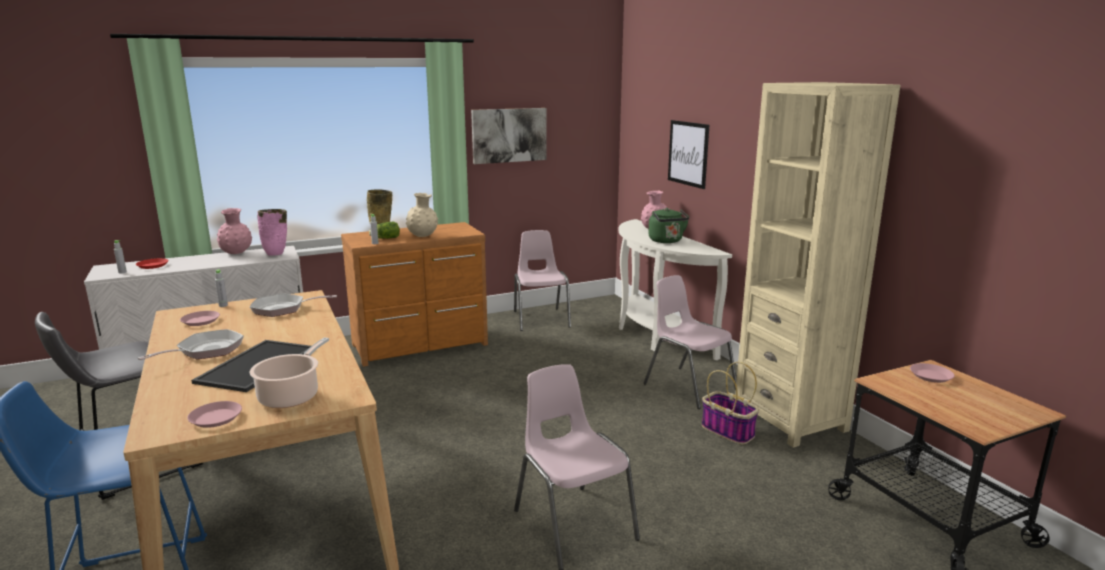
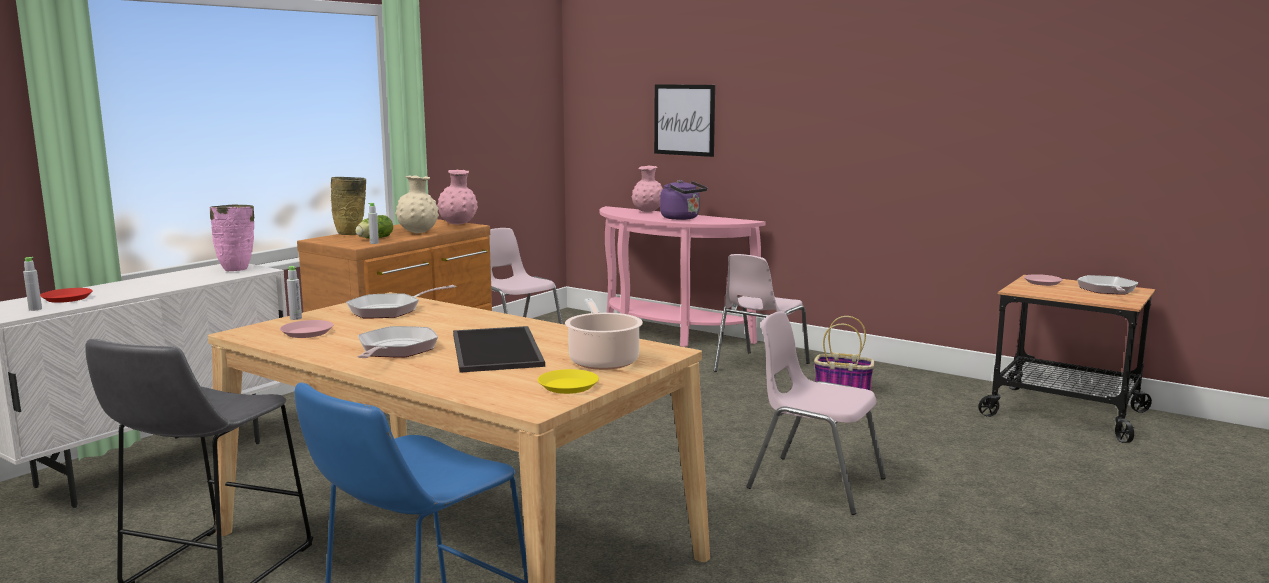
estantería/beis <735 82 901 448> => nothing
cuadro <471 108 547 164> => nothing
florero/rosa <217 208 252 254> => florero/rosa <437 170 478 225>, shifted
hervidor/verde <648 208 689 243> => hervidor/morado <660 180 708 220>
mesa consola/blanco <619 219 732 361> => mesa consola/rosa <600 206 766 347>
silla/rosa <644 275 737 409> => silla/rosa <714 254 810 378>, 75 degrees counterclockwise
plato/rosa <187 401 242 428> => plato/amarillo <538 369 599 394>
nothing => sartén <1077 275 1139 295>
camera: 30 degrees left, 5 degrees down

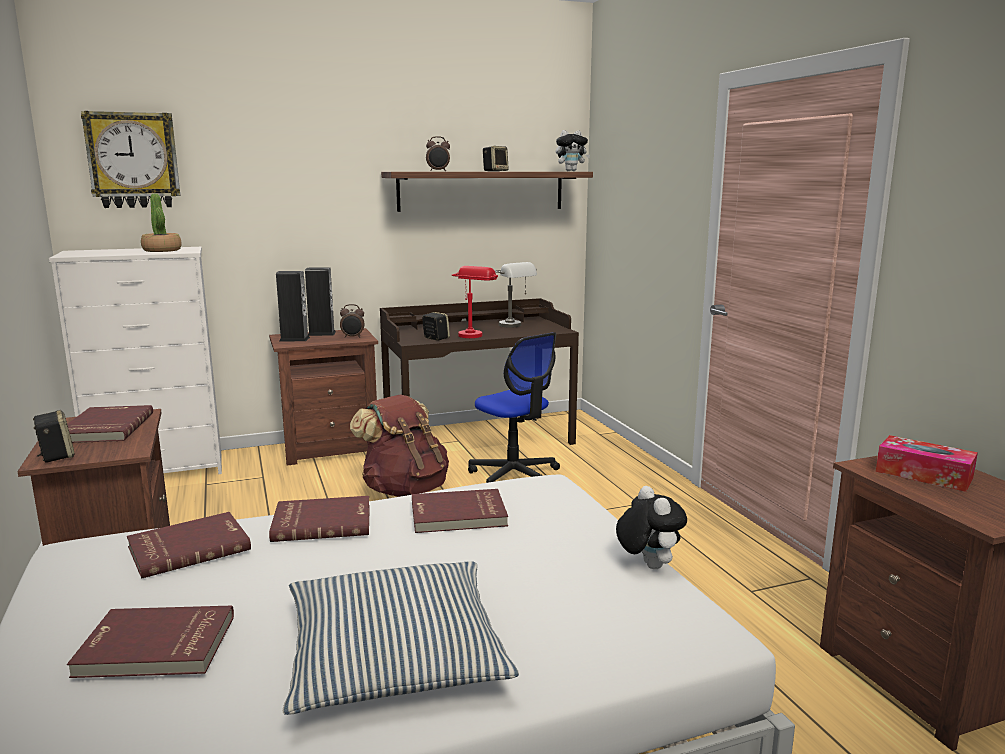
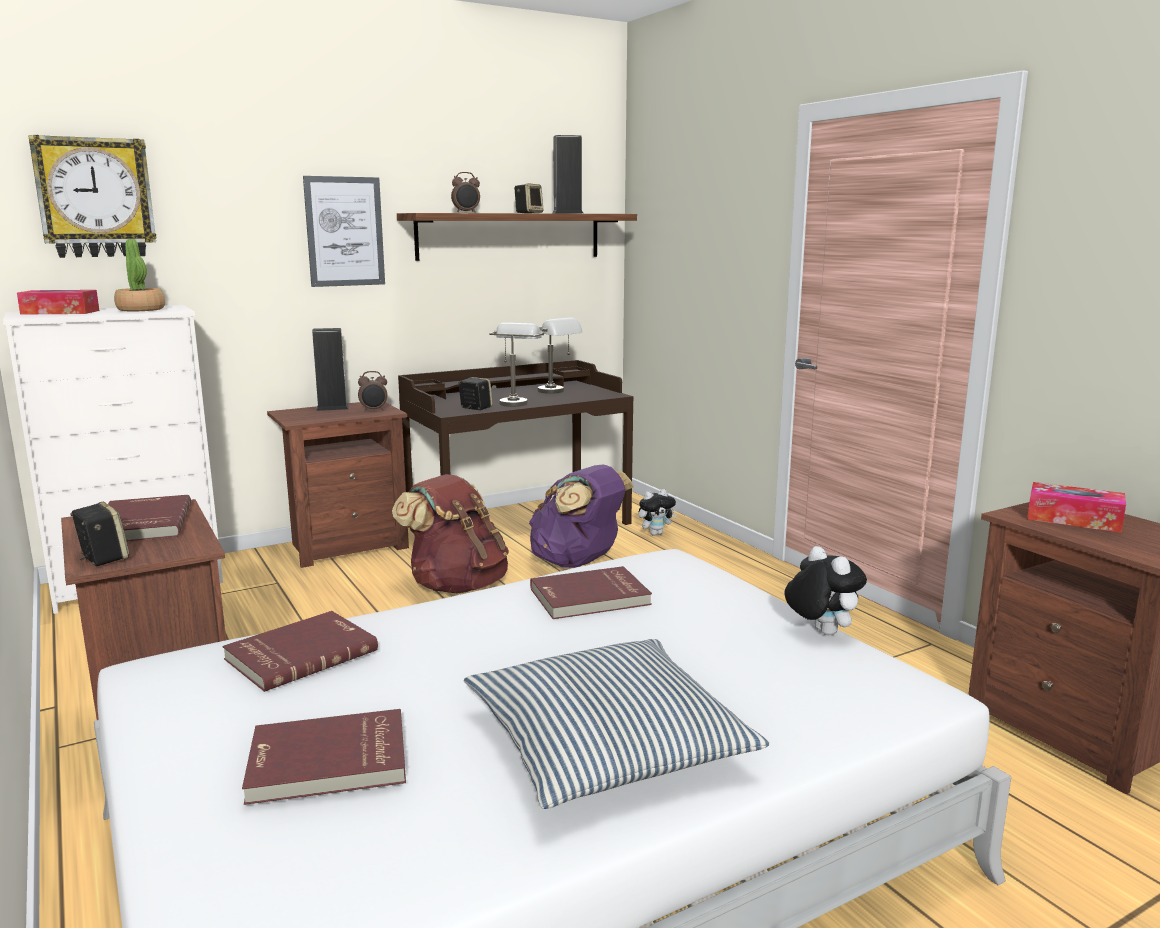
peluche <556 130 590 171> => peluche <639 489 677 536>, shifted
lámpara de mesa/rojo <451 266 498 338> => lámpara de mesa/gris <489 323 544 407>
altavoz <276 271 310 341> => altavoz <553 135 583 213>, shifted
silla de oficina <468 332 560 483> => mochila/morado <529 465 634 568>
libro/rojo <269 496 370 542> => nothing
nothing => cuadro <303 176 385 287>
nothing => caja de pañuelos <17 290 99 315>
camera: 10 degrees left, 0 degrees up

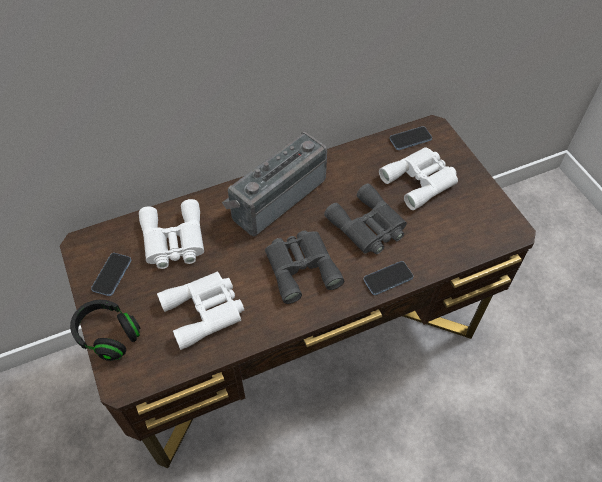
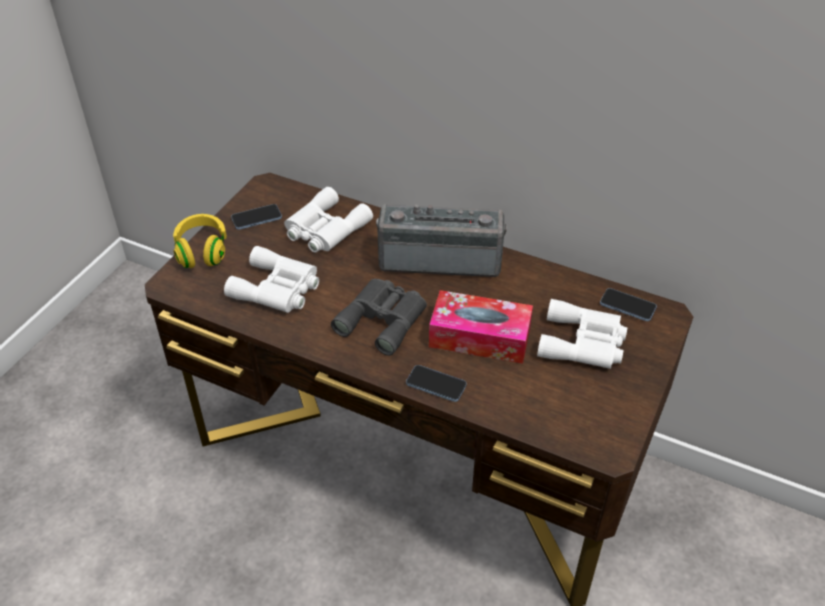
prismáticos/gris <324 183 407 255> => caja de pañuelos <429 290 533 364>
auriculares/negro <70 300 141 361> => auriculares/amarillo <173 214 227 268>
camera: 50 degrees right, 10 degrees down

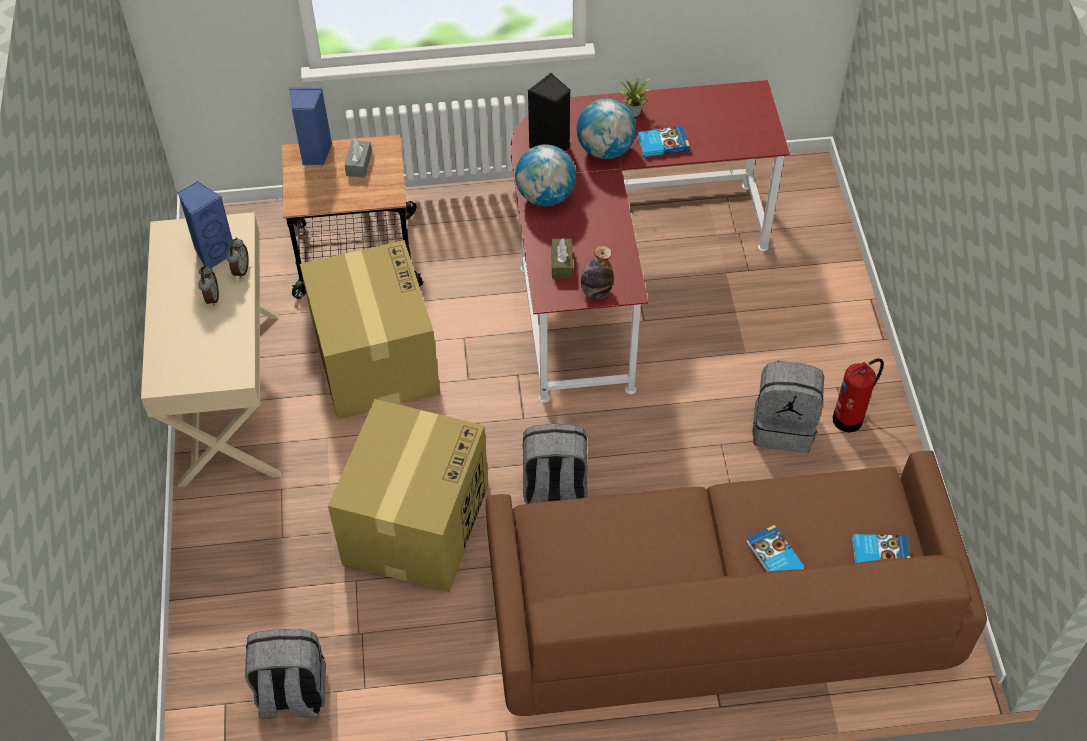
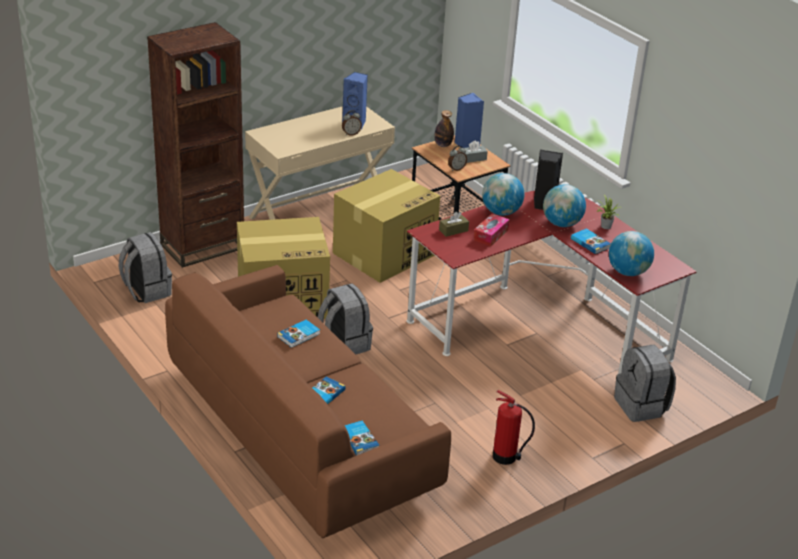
botella <581 245 614 299> => botella <434 110 454 147>, shifted
despertador <198 265 219 306> => despertador <448 145 467 171>, shifted
mochila/gris <752 360 824 453> => mochila/gris <614 345 676 422>, shifted
nothing => estantería/marrón <147 22 244 268>
nothing => caja de pañuelos <473 213 510 247>
nothing => globo terráqueo <609 231 654 276>
nothing => libro <277 320 320 348>
camera: 60 degrees right, 20 degrees down

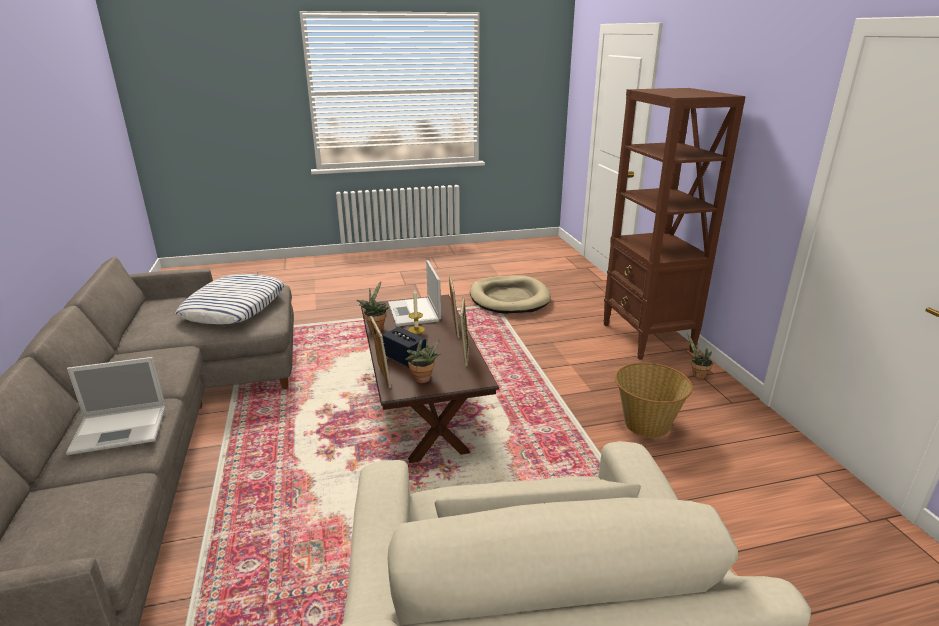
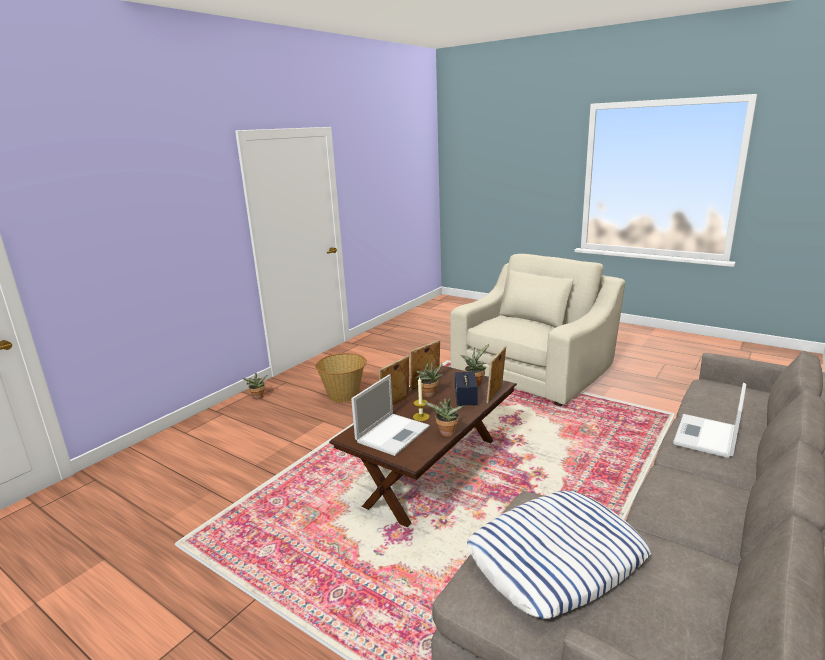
estantería/marrón <603 88 746 360> => nothing
cama para perro/beis <470 275 551 314> => nothing
portátil <66 357 165 455> => portátil <673 383 747 458>, 90 degrees counterclockwise
nothing => planta en maceta <415 363 443 398>
camera: 130 degrees left, 5 degrees down

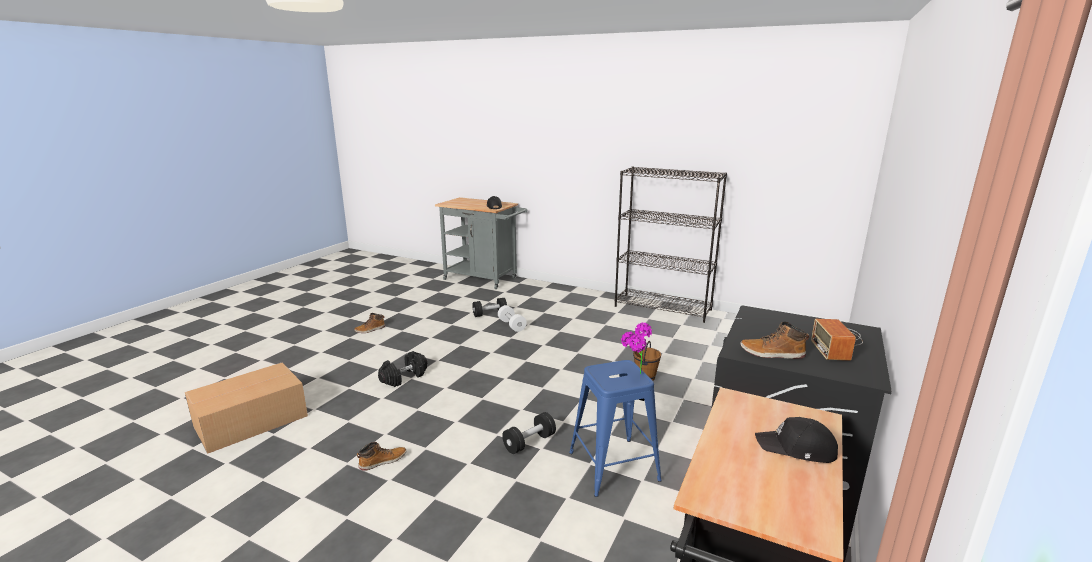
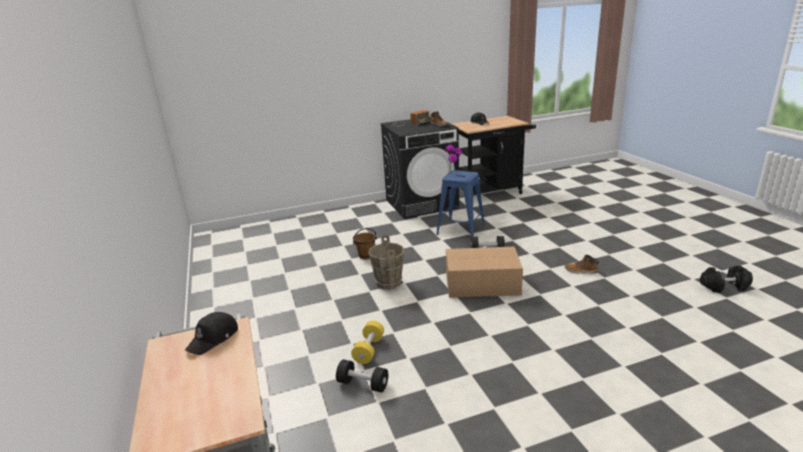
estantería/negro <615 166 727 323> => nothing
mancuerna/blanco <498 305 527 332> => mancuerna/amarillo <351 320 384 364>
bota <354 313 385 333> => nothing
mancuerna/negro <378 351 427 387> => mancuerna/negro <700 266 753 293>, shifted
caja de cartón <185 362 308 454> => caja de cartón <446 247 523 298>, shifted
nothing => cubo/marrón <369 235 405 290>
camera: 135 degrees left, 5 degrees up

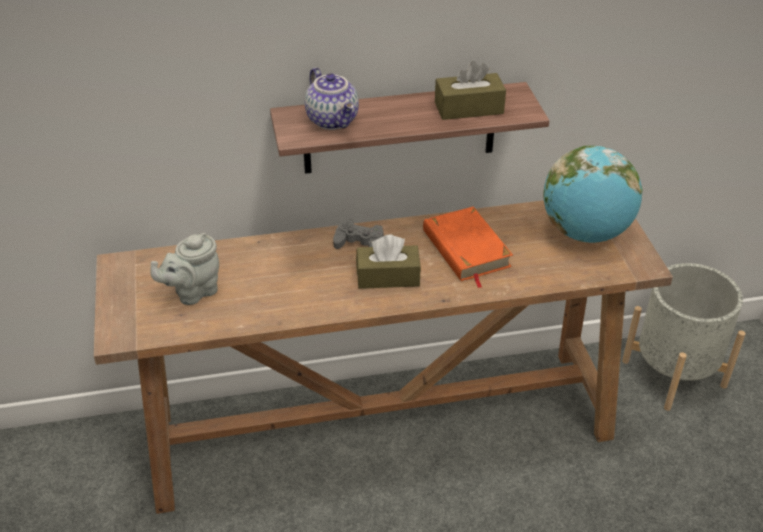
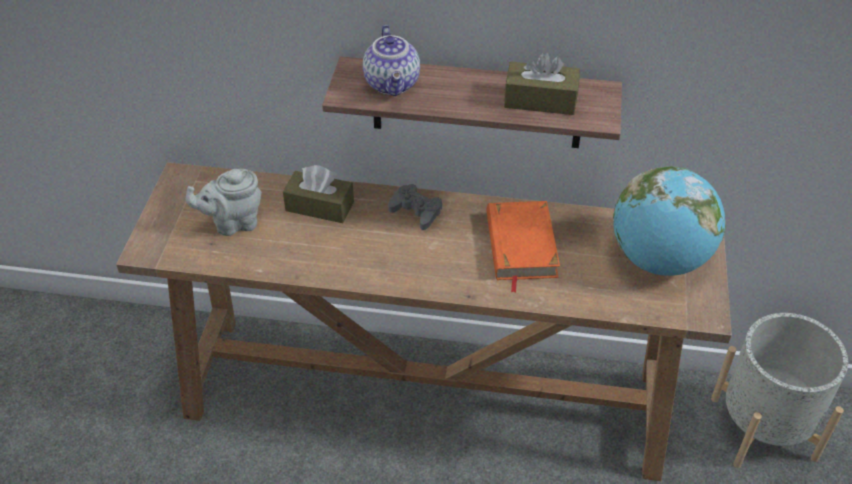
caja de pañuelos/marrón <356 234 421 289> => caja de pañuelos/marrón <283 165 354 223>, shifted
camera: 20 degrees right, 5 degrees up

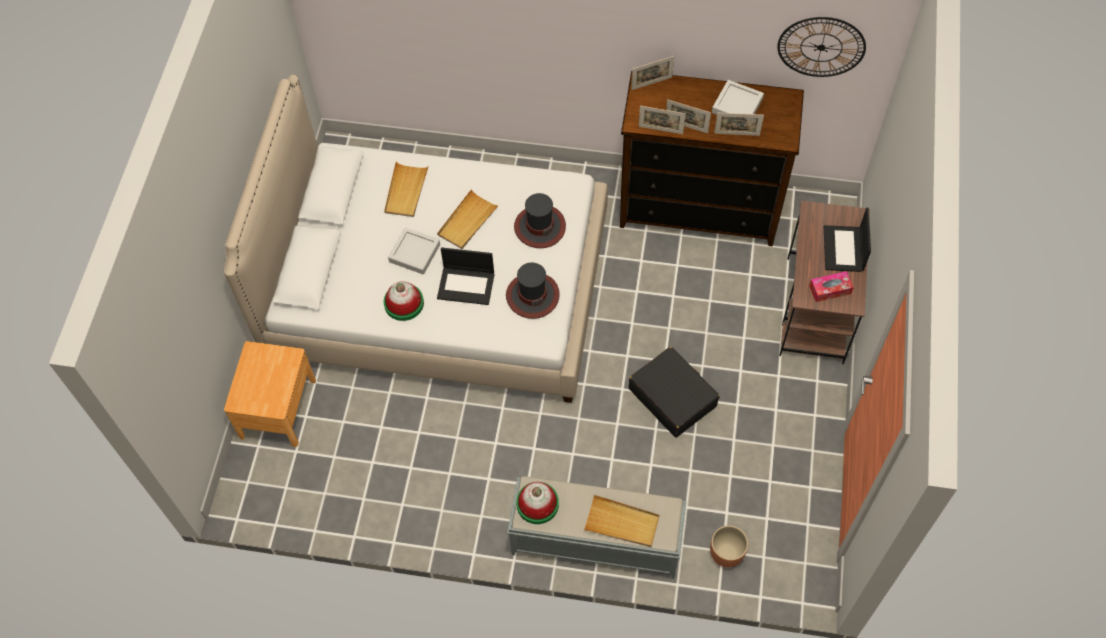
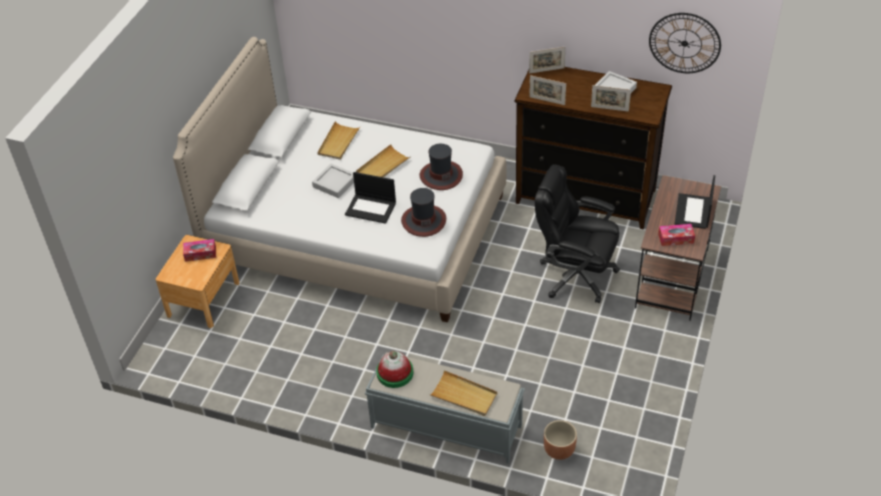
portarretratos <666 99 711 133> => nothing
sombrero <384 281 424 321> => nothing
maleta/negro <629 347 720 437> => nothing
nothing => silla de oficina/negro <535 165 620 303>
nothing => caja de pañuelos <183 239 216 262>
camera: 10 degrees right, 15 degrees down

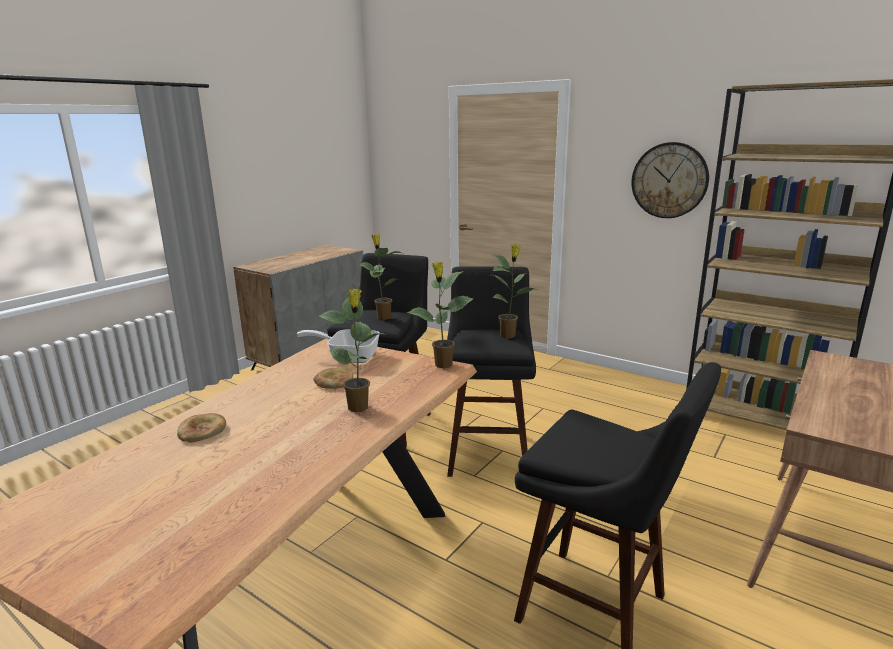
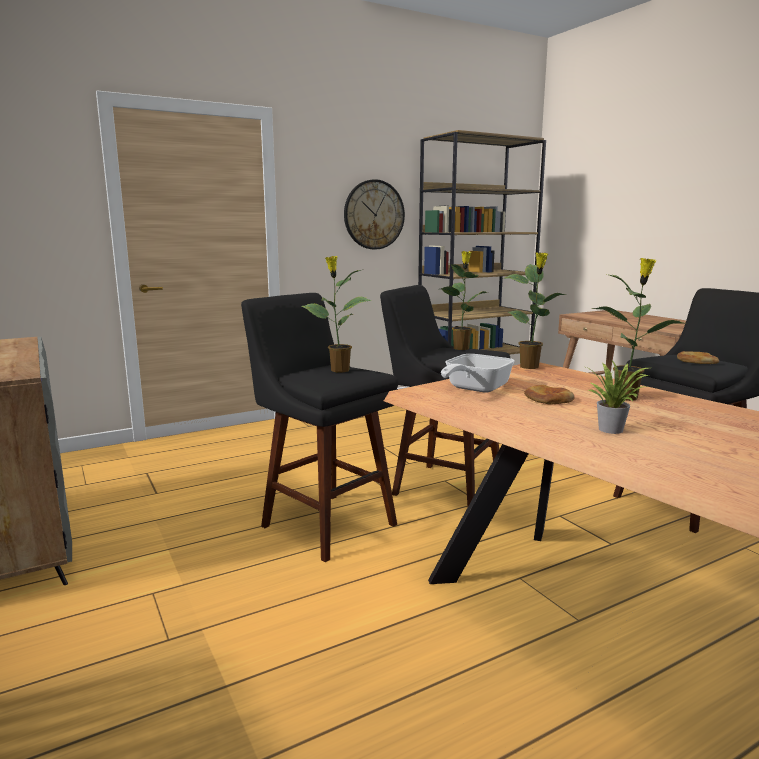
pan <177 413 226 443> => pan <677 351 719 364>, shifted
nothing => planta en maceta <586 360 649 434>
camera: 65 degrees left, 5 degrees down

